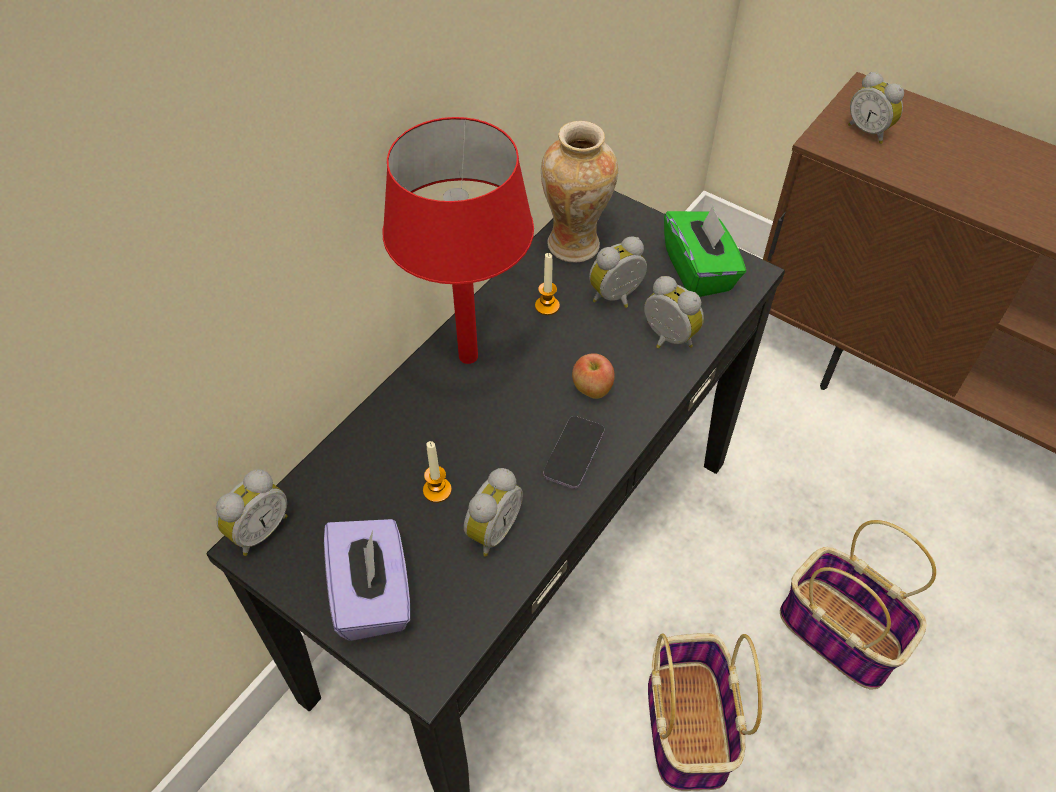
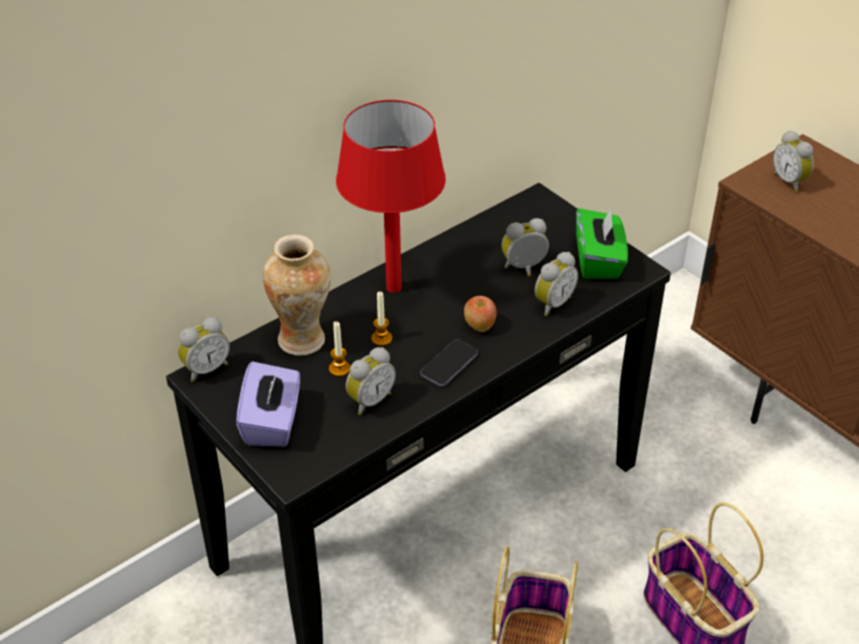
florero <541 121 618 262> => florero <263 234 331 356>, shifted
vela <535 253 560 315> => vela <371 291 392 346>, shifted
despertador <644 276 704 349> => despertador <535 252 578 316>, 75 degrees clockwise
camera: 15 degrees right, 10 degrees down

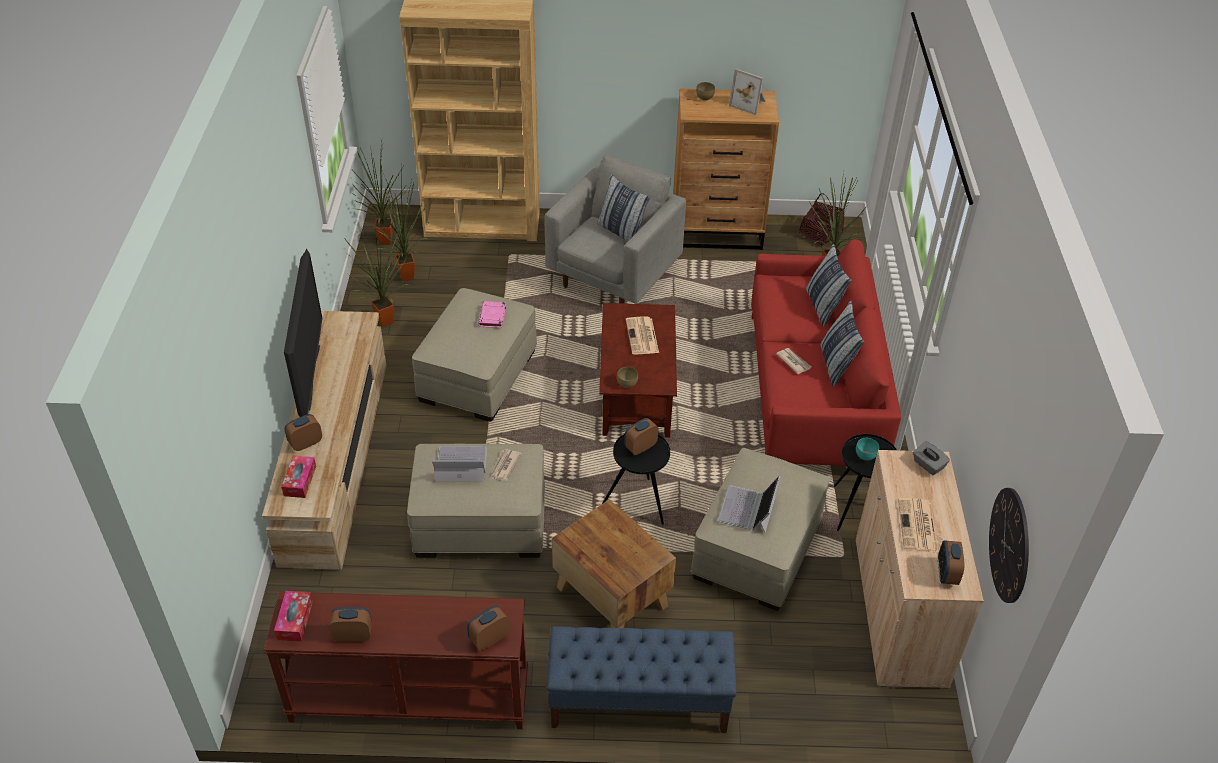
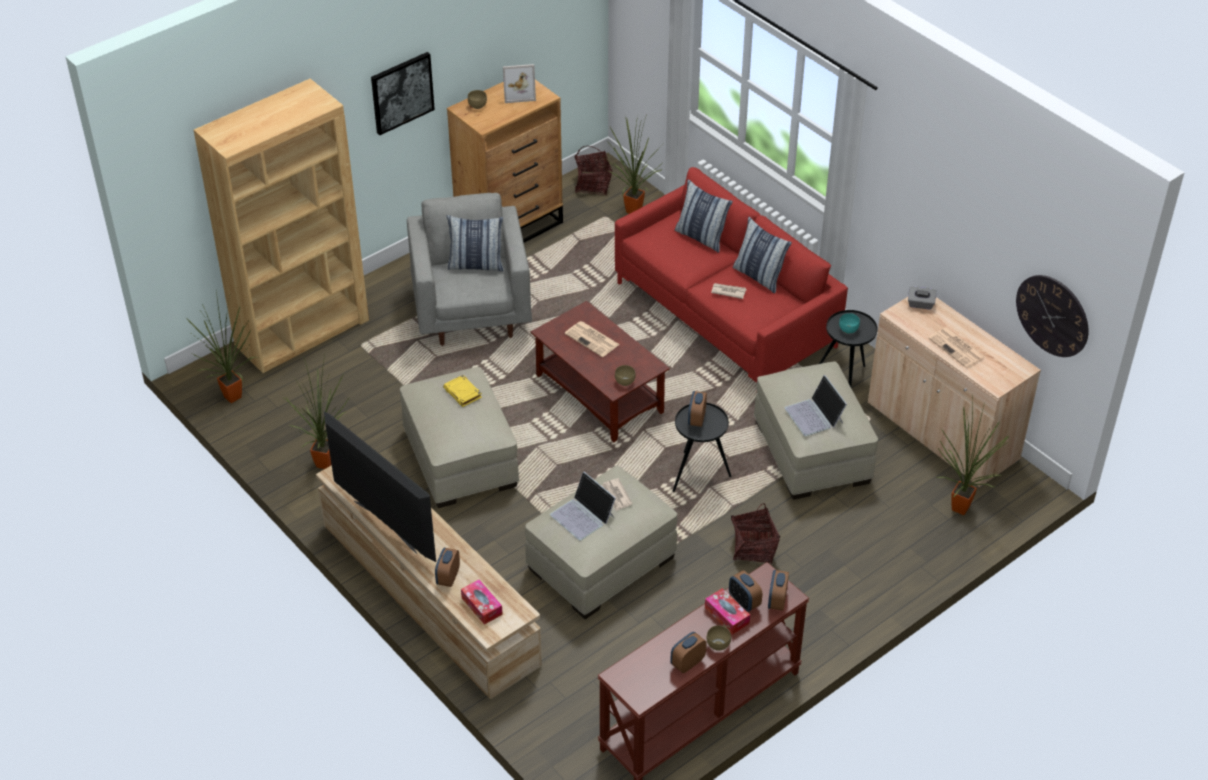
planta en maceta <374 165 429 281> => planta en maceta <937 395 1009 515>, shifted
libro/rosa <478 301 506 328> => libro/amarillo <443 375 482 407>
portátil <432 446 487 482> => portátil <550 472 616 541>, 90 degrees counterclockwise
mesa auxiliar/marrón <552 500 676 628> => cesta <731 503 780 564>
despertador <938 541 965 585> => despertador <729 570 762 612>, shifted
caja de pañuelos <274 591 313 642> => caja de pañuelos <705 588 750 635>, shifted
banco/azul <547 626 736 733> => nothing
nothing => cuadro <371 52 435 135>
nothing => cuenco/marrón <707 625 731 651>
camera: 40 degrees left, 0 degrees up

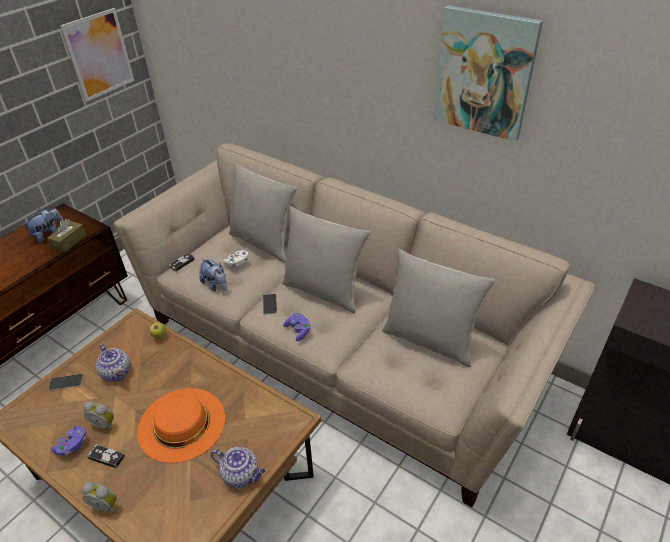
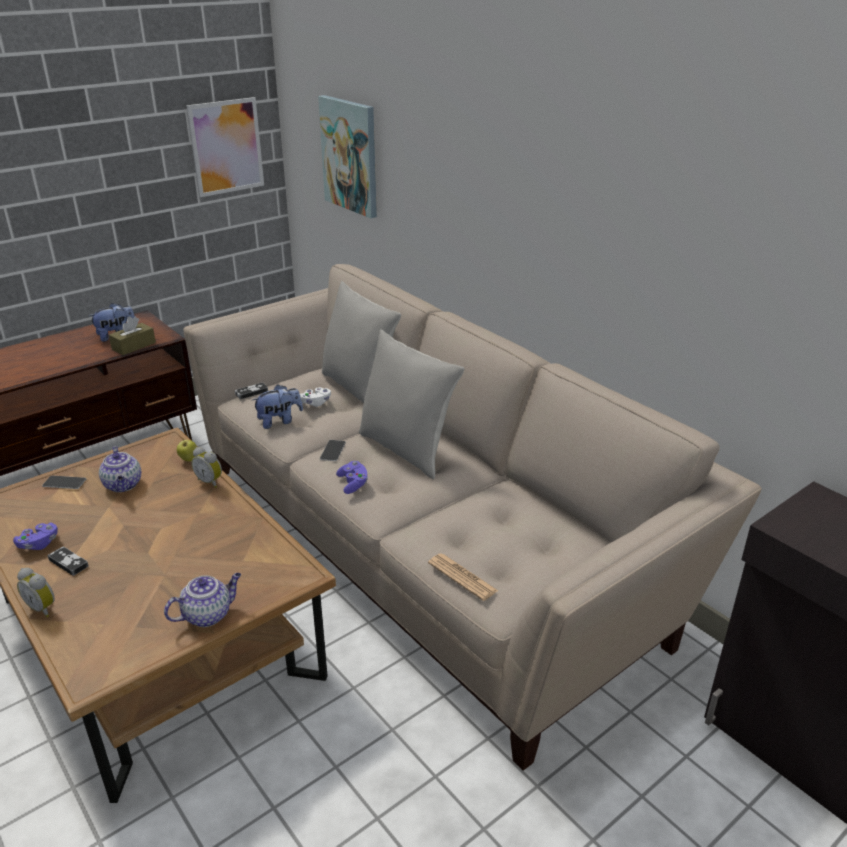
cuadro <434 5 543 142> => cuadro <318 95 377 218>, shifted
cojín/gris <382 248 495 367> => nothing
peluche <199 258 227 292> => peluche <252 384 303 429>, 90 degrees counterclockwise
sombrero/naranja <137 388 225 463> => nothing
despertador <83 401 114 430> => despertador <191 447 222 488>, shifted
tetera <211 447 265 488> => tetera <164 573 241 627>, 75 degrees counterclockwise
nothing => periódico <428 553 498 601>
camera: 15 degrees right, 10 degrees down

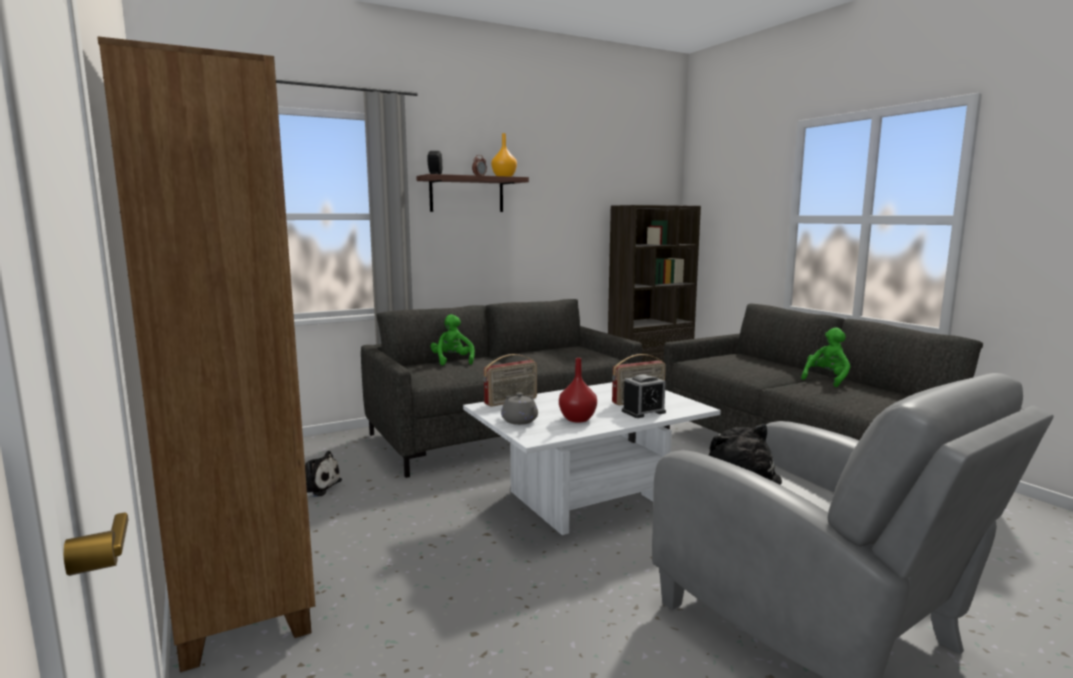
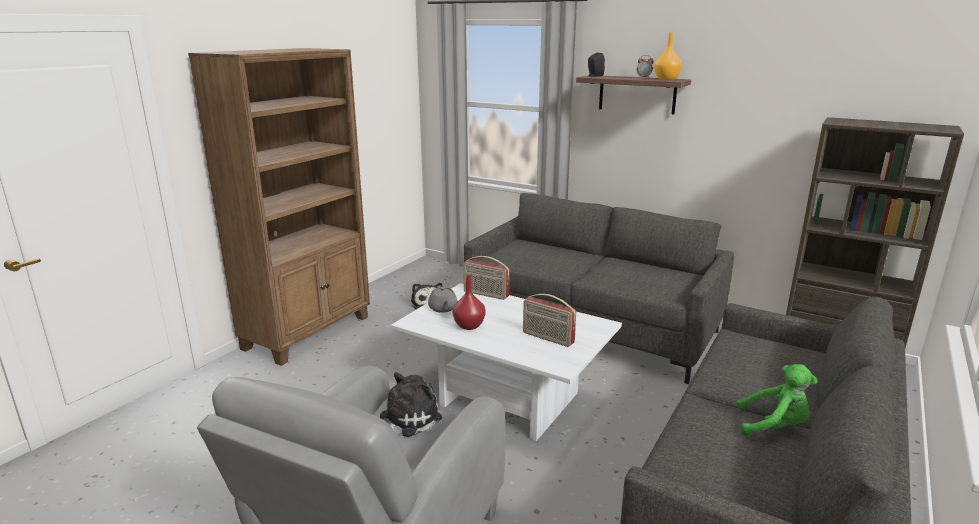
peluche/verde <431 314 475 365> => nothing
despertador <622 374 666 418> => nothing
tetera/gris <501 393 538 425> => tetera/gris <428 286 458 313>, 45 degrees counterclockwise
camera: 60 degrees right, 10 degrees up

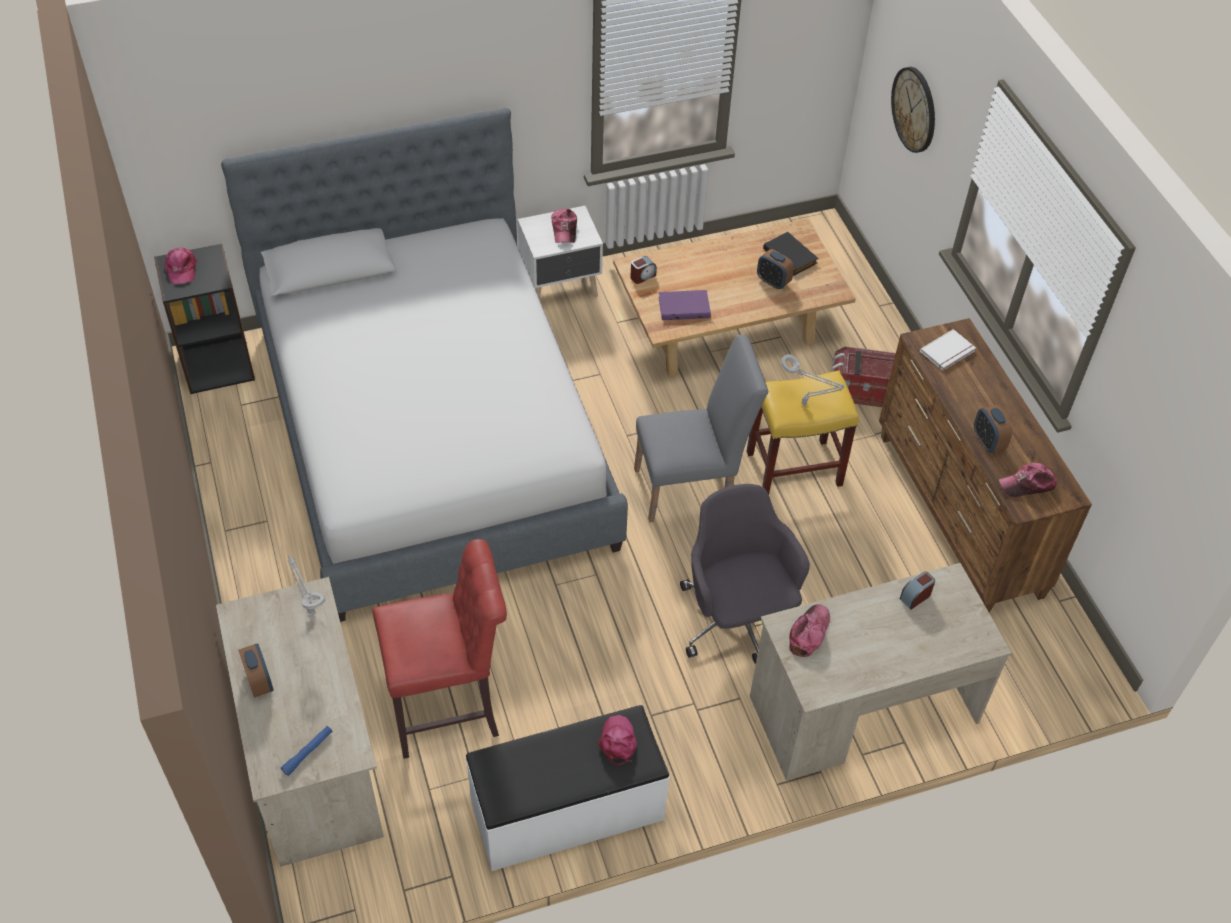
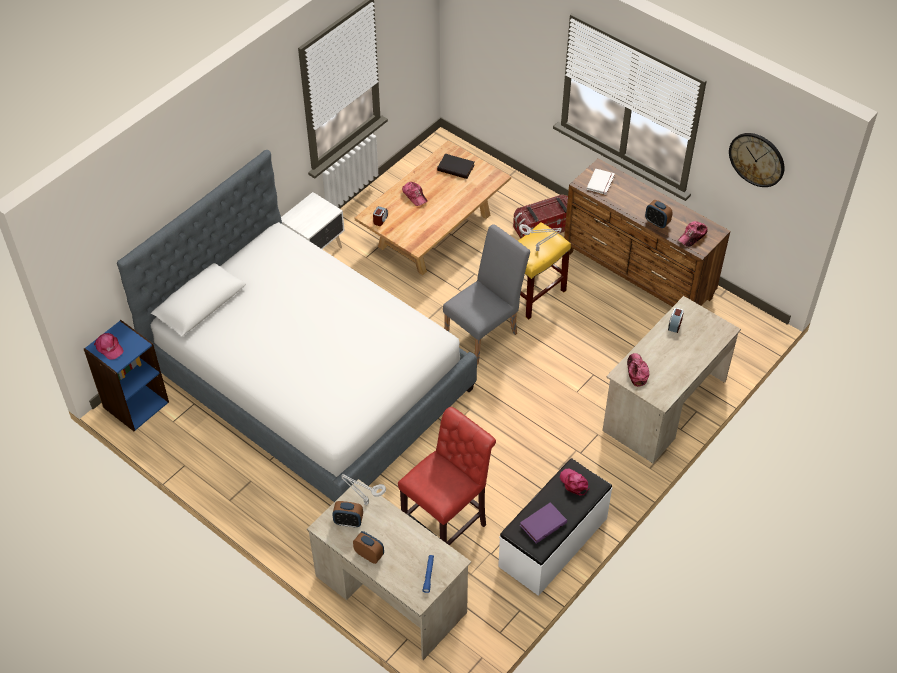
reloj de pared <891 67 935 153> => reloj de pared <729 133 785 187>, shifted
gorra <551 208 577 243> => gorra <402 182 428 206>, shifted
estantería/negro <154 243 255 394> => estantería/azul <84 320 169 431>
despertador <757 249 794 289> => despertador <332 501 363 527>, shifted
libro/morado <658 290 711 320> => libro/morado <520 502 567 544>, shifted
silla de oficina/gris <680 484 810 664> => nothing
camera: 30 degrees left, 0 degrees up

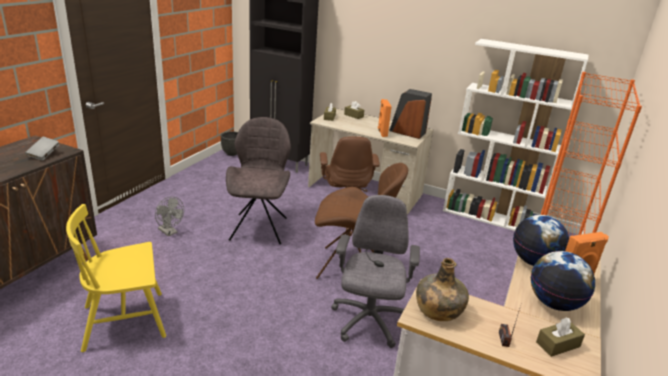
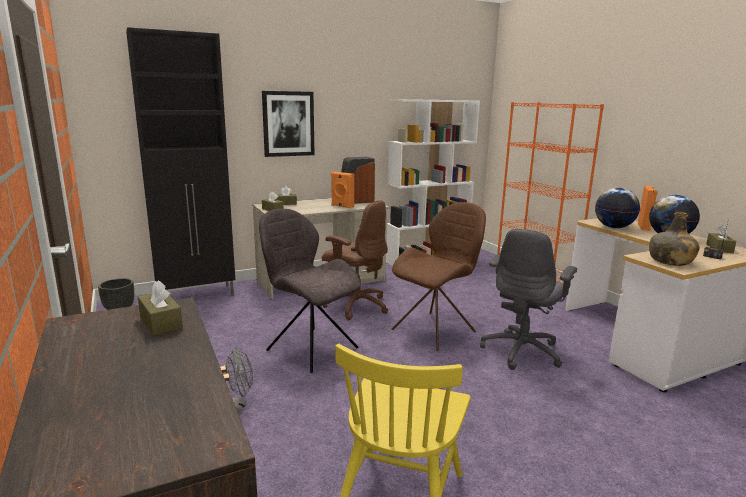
libro/gris <25 137 59 160> => caja de pañuelos/marrón <138 280 183 336>
silla de oficina/gris <331 195 420 348> => silla de oficina/gris <480 229 577 370>, 105 degrees counterclockwise
nothing => cuadro <262 91 315 157>
camera: 50 degrees left, 10 degrees down

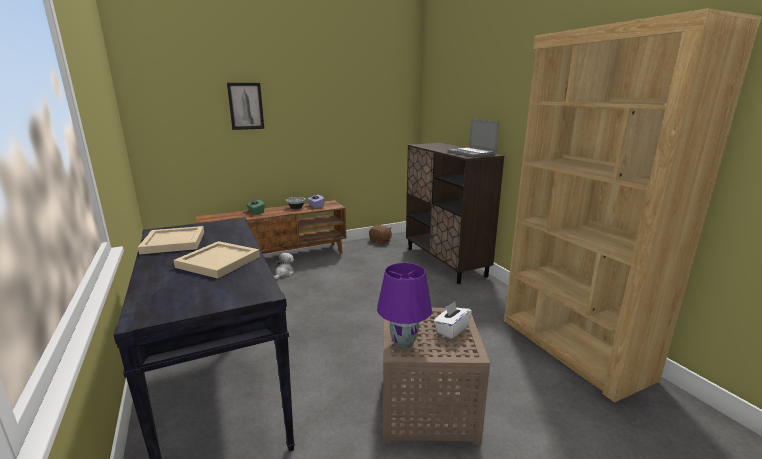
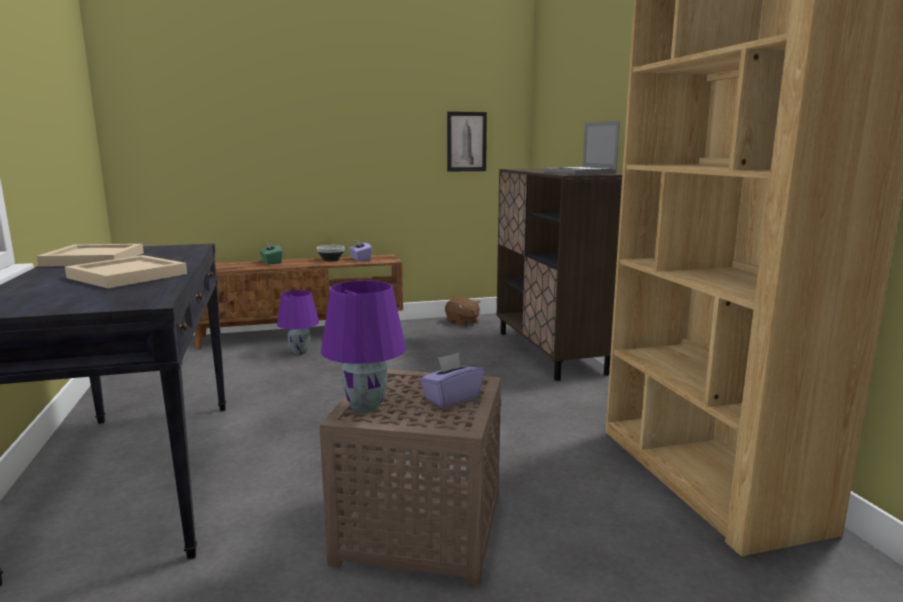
cuadro <227 83 264 130> => cuadro <447 111 487 172>, shifted
peluche <274 253 294 280> => lámpara de mesa/morado <277 290 319 355>
caja de pañuelos/blanco <434 302 472 339> => caja de pañuelos/morado <420 352 485 408>
camera: 10 degrees right, 5 degrees down

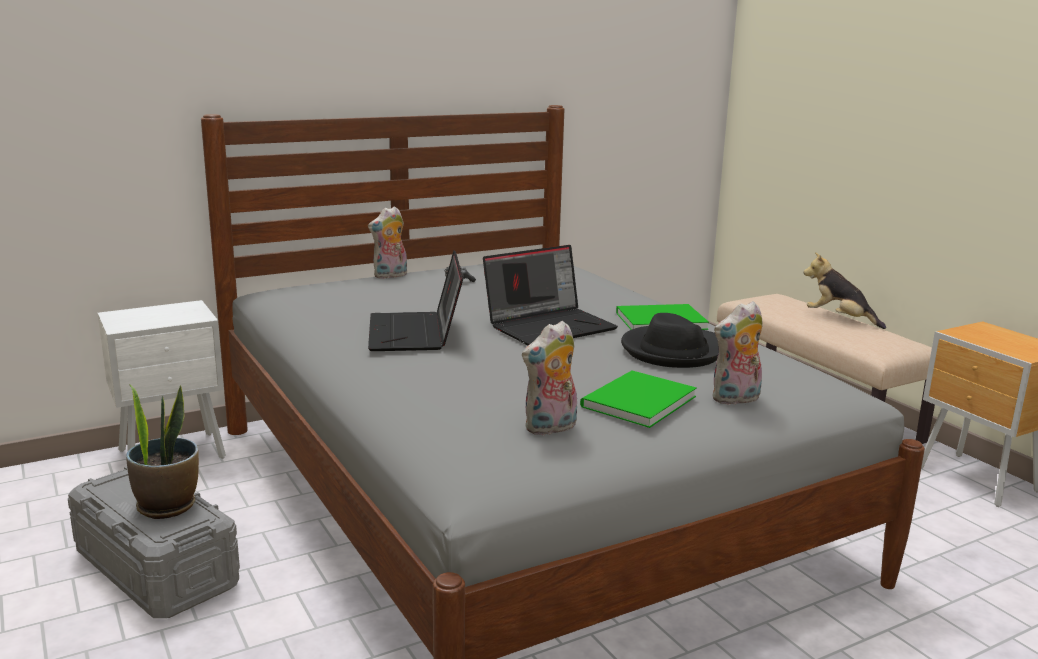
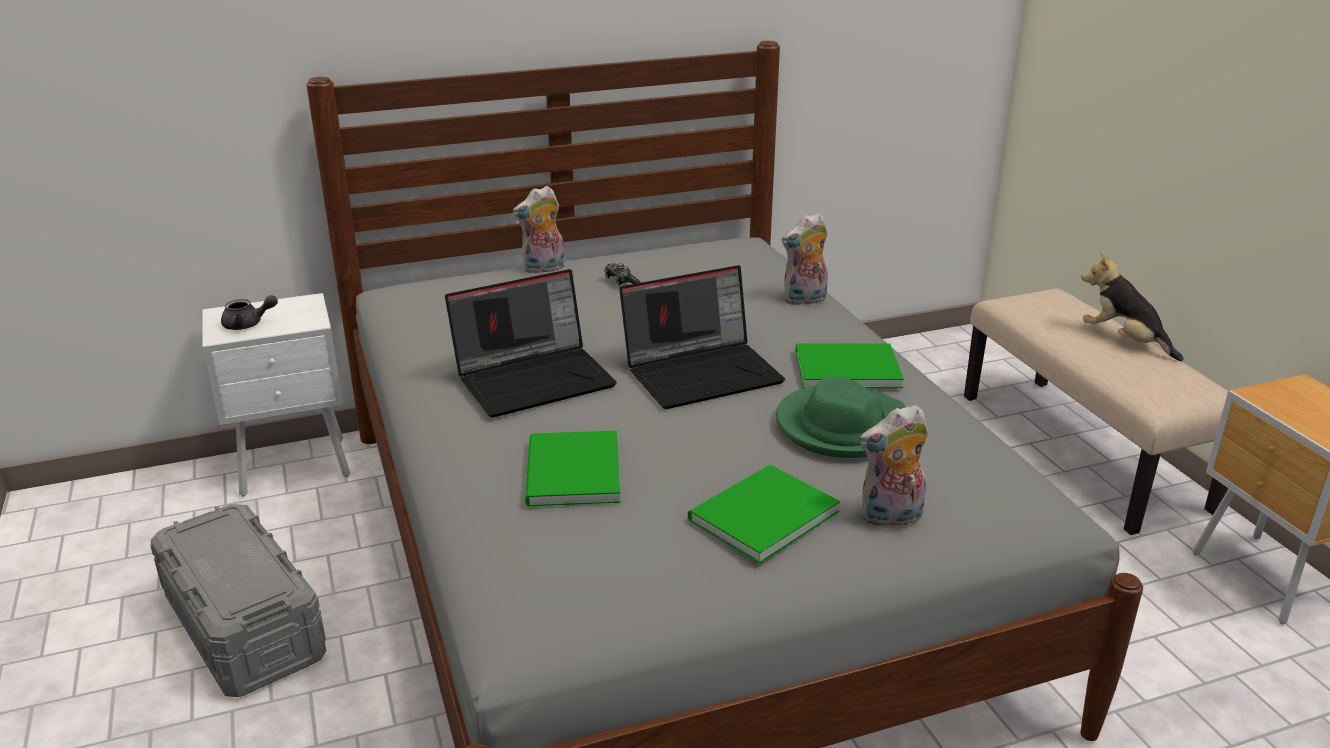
portátil <368 250 463 351> => portátil <445 269 617 418>, 120 degrees counterclockwise
sombrero/negro <621 313 719 368> => sombrero/verde <776 376 905 458>
peluche <522 320 577 435> => peluche <782 212 828 305>, shifted
planta en maceta <126 384 199 519> => nothing
nothing => tetera/gris <221 295 278 330>
nothing => libro/verde <525 430 621 506>
camera: 10 degrees right, 10 degrees up

